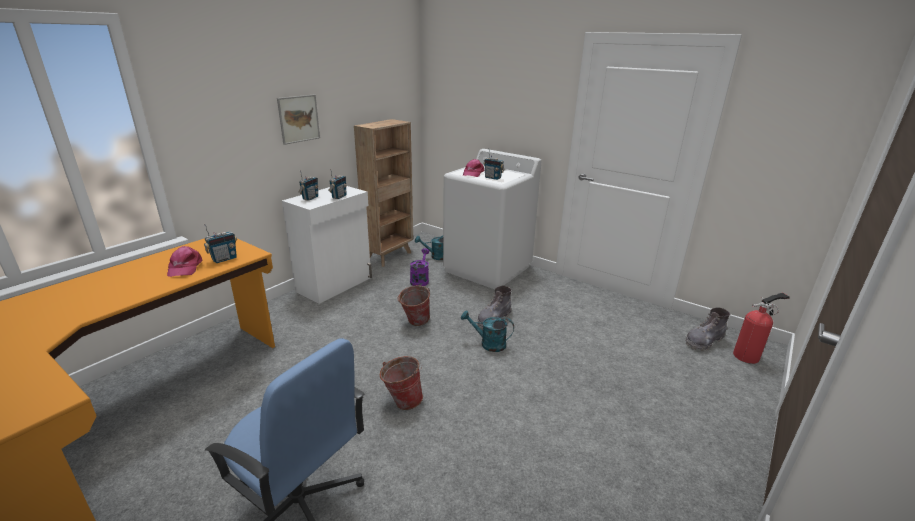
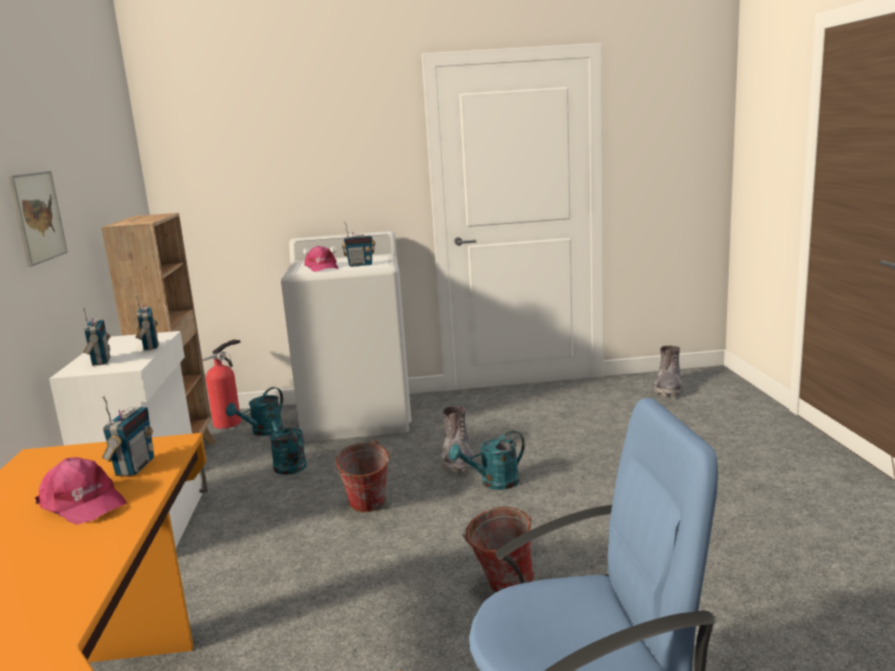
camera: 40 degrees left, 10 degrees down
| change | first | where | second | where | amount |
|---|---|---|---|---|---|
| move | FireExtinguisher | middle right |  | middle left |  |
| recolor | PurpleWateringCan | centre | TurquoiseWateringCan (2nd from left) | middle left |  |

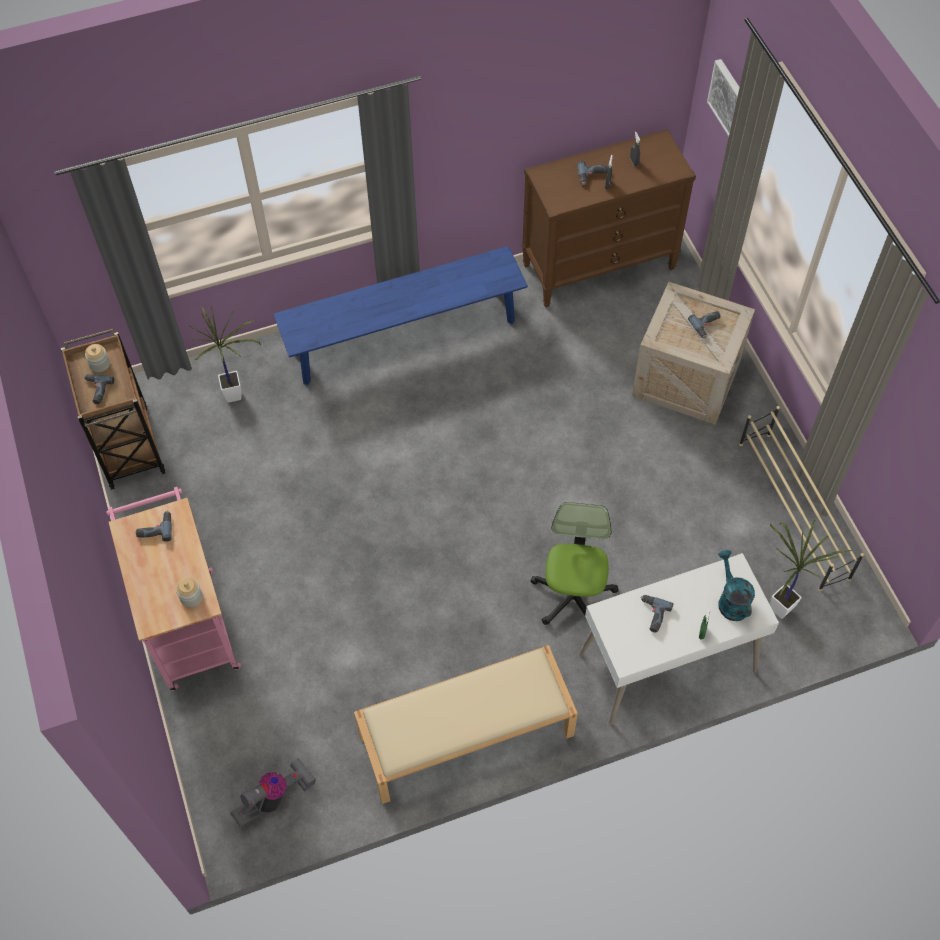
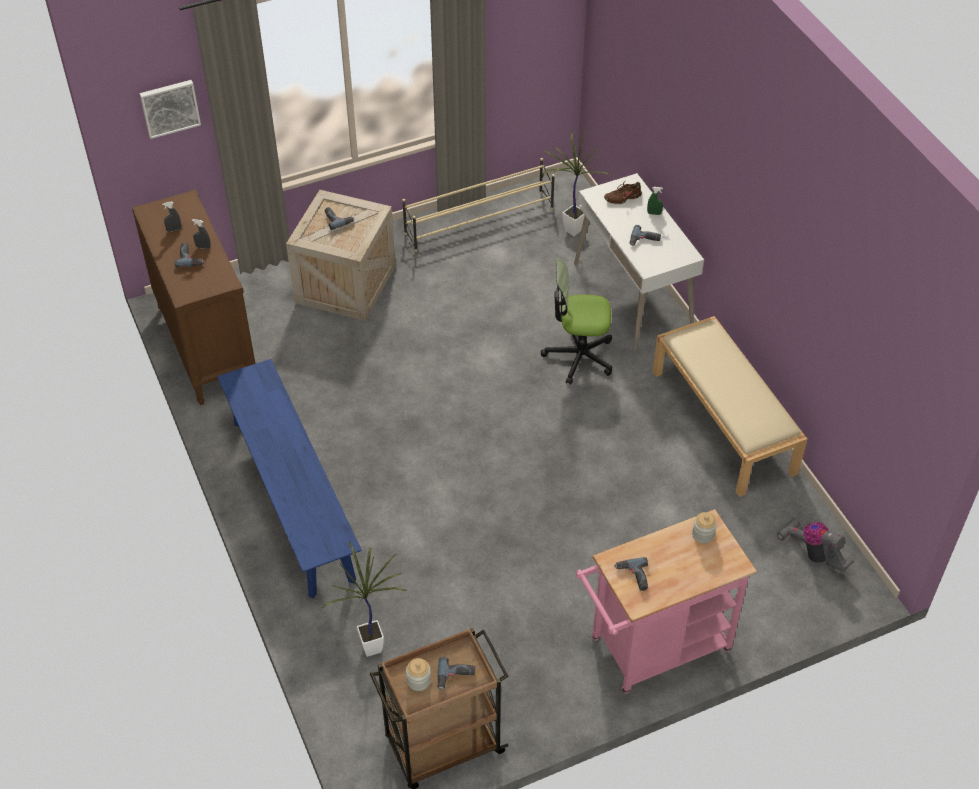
camera: 95 degrees left, 10 degrees down
| change | first | where | second | where | amount |
|---|---|---|---|---|---|
| replace | TurquoiseWateringCan | middle right | BrownShoe | top centre |  |

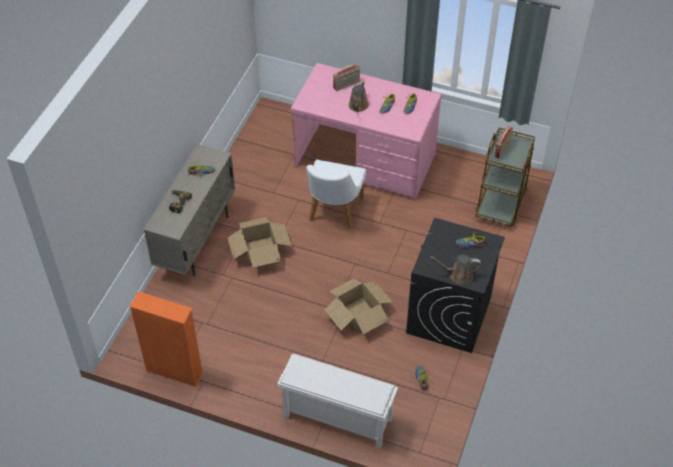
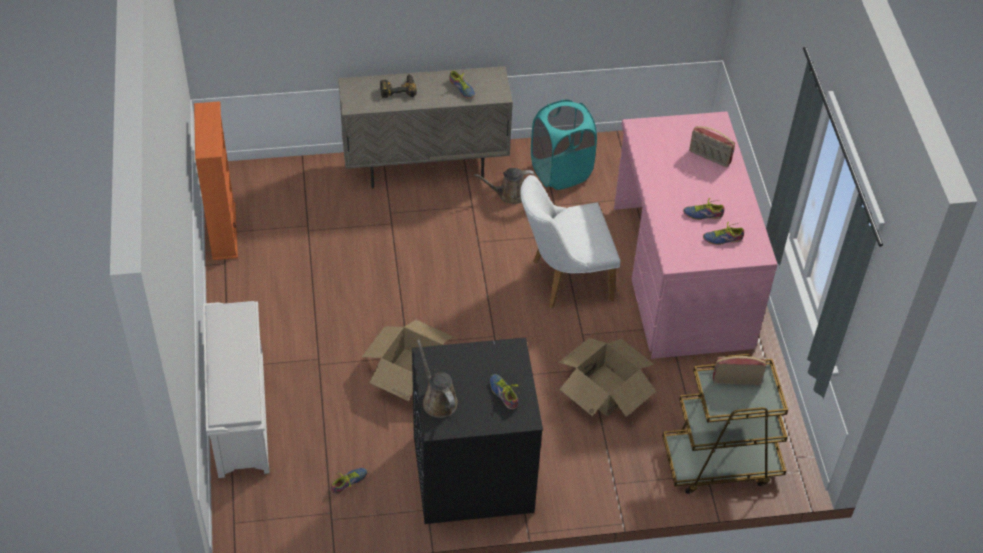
camera: 60 degrees right, 0 degrees up
| change | first | where | second | where | amount |
|---|---|---|---|---|---|
| insert |  |  | TurquoiseLaundryBasket | top centre |  |
| move | CardboardBox (1st from left in the first image) | centre | CardboardBox (2nd from left) | bottom centre |  |
| move | BrownWateringCan (1st from left in the first image) | top centre | BrownWateringCan (2nd from left) | centre |  |

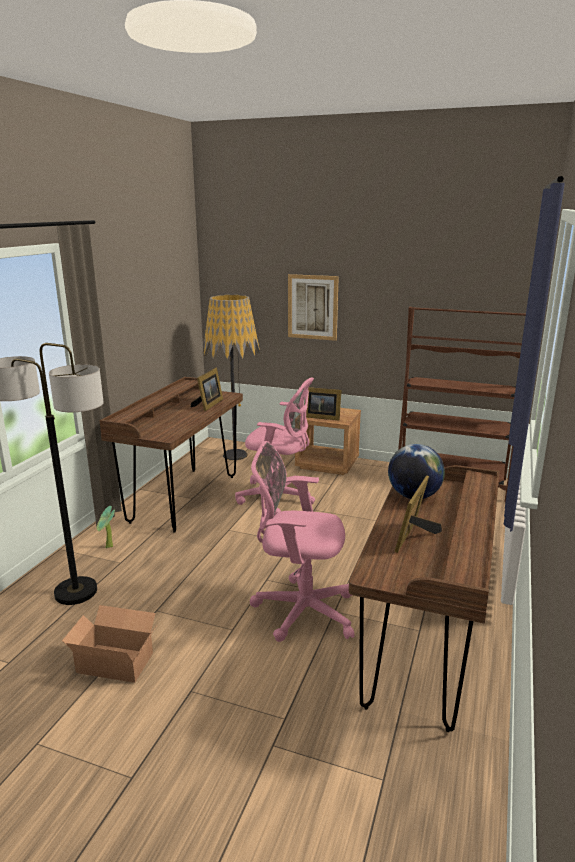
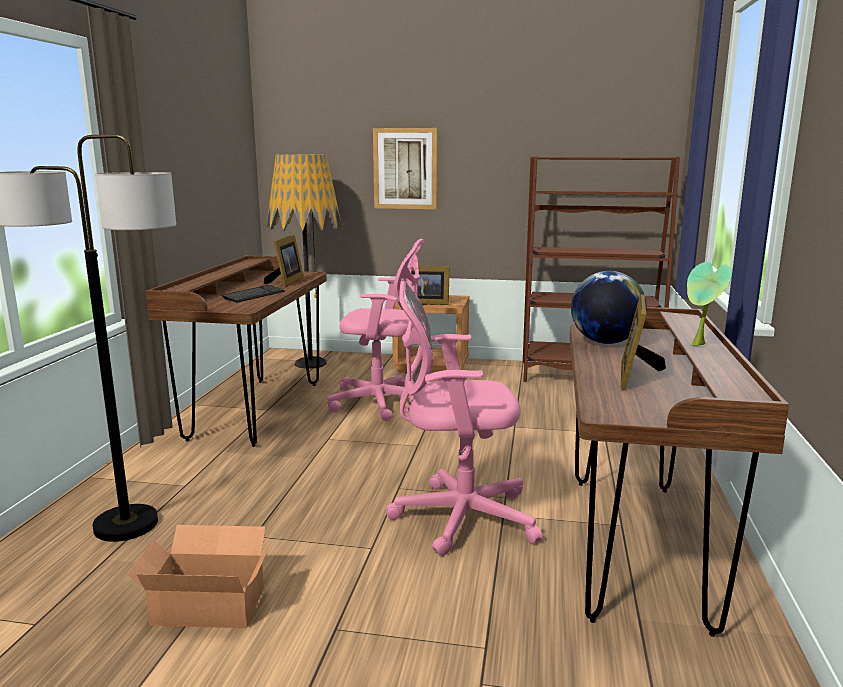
camera: 10 degrees left, 5 degrees down
| change | first | where | second | where | amount |
|---|---|---|---|---|---|
| insert |  |  | Keyboard | middle left |  |
| move | PottedPlant | middle left |  | middle right |  |

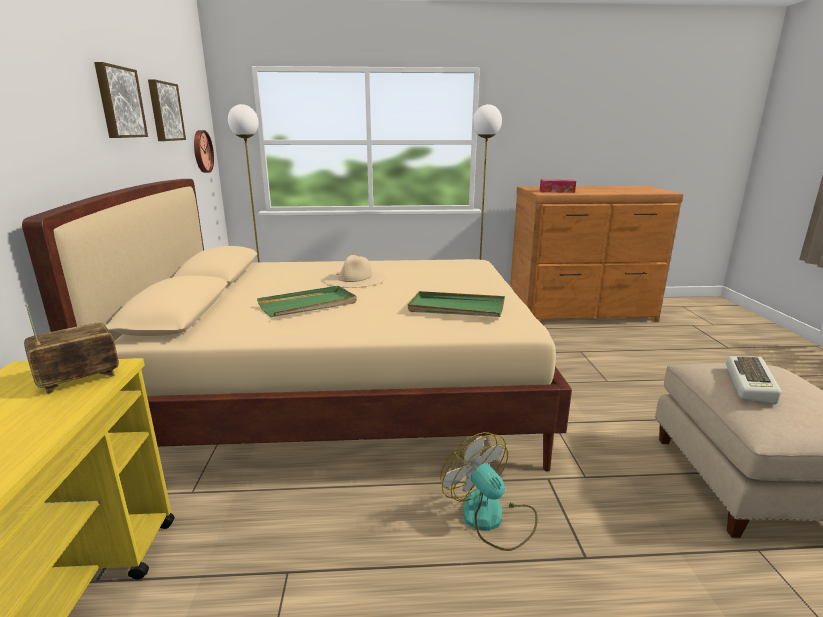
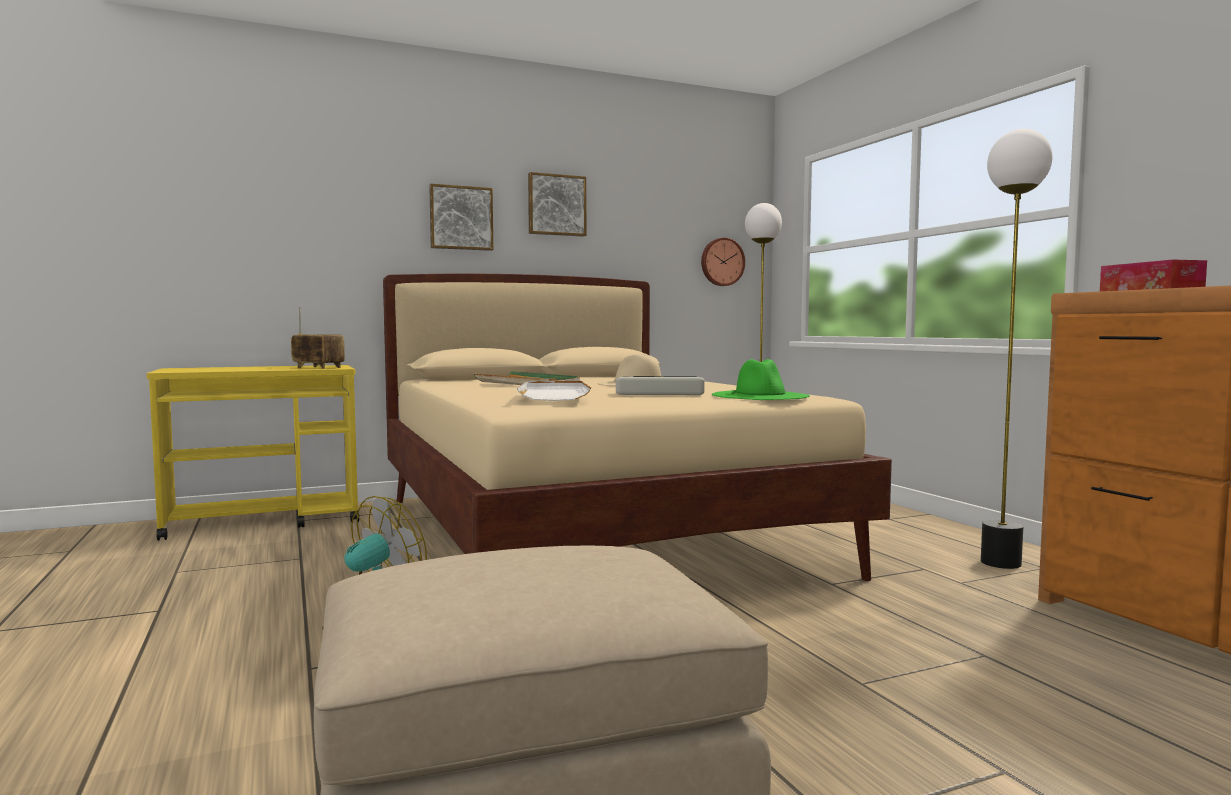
camera: 70 degrees right, 15 degrees down
| change | first | where | second | where | amount |
|---|---|---|---|---|---|
| insert |  |  | GreenHat | centre |  |
| move | Picture (2nd from left in the first image) | top left | Picture (1st from left) | top centre |  |
| move | Keyboard | middle right |  | centre |  |
| recolor | GreenTray (2nd from left) | centre | WhiteTray | centre |  |

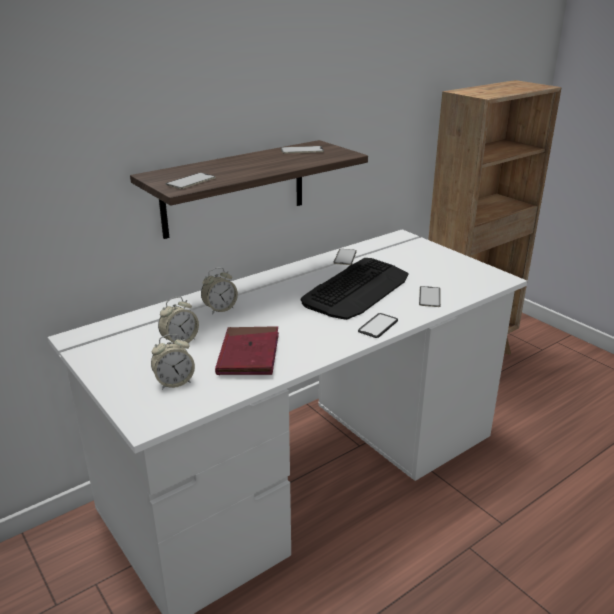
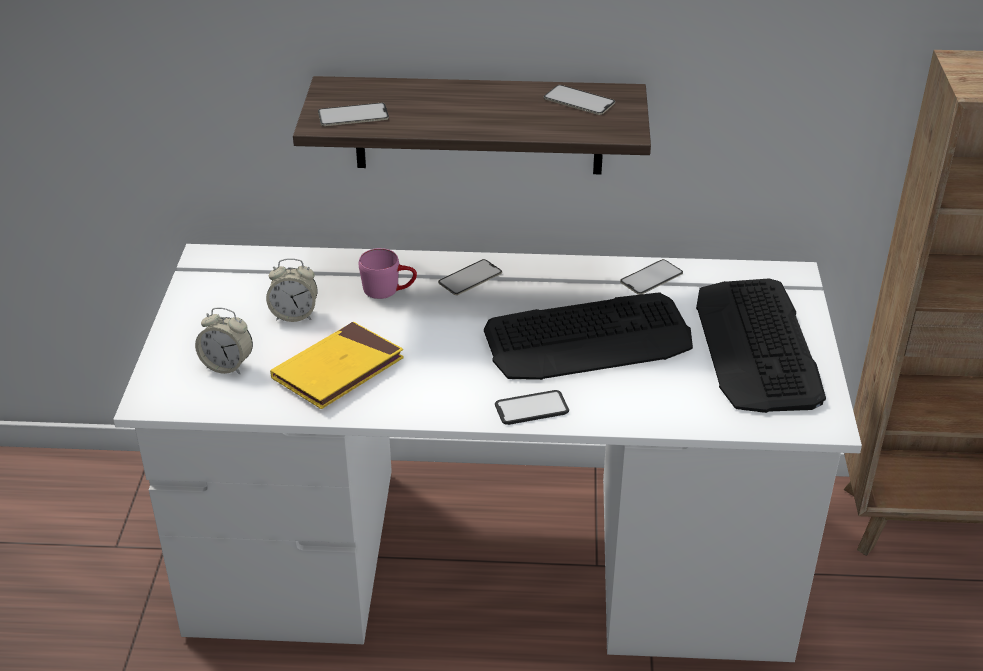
camera: 40 degrees right, 10 degrees up
| change | first | where | second | where | amount |
|---|---|---|---|---|---|
| insert |  |  | Keyboard (2nd from left) | middle right |  |
| move | Phone (5th from left in the first image) | middle right | Phone (2nd from left) | centre |  |
| replace | AlarmClock (3rd from left) | centre | PinkMug | centre |  |
| recolor | RedBook | centre | YellowBook | centre |  |

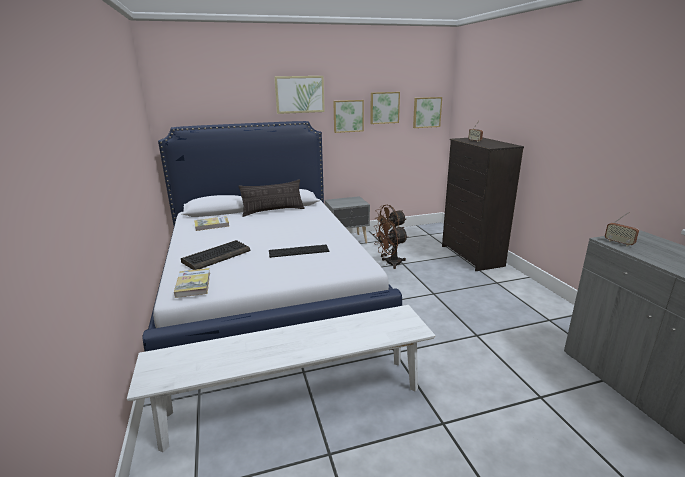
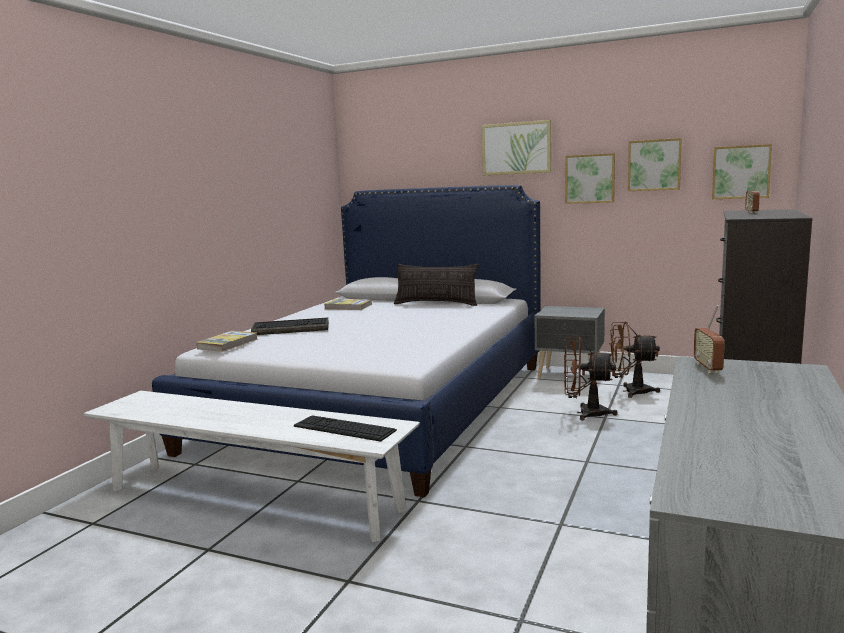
camera: 40 degrees right, 10 degrees down
| change | first | where | second | where | amount |
|---|---|---|---|---|---|
| move | Keyboard (2nd from left) | centre |  | bottom centre |  |

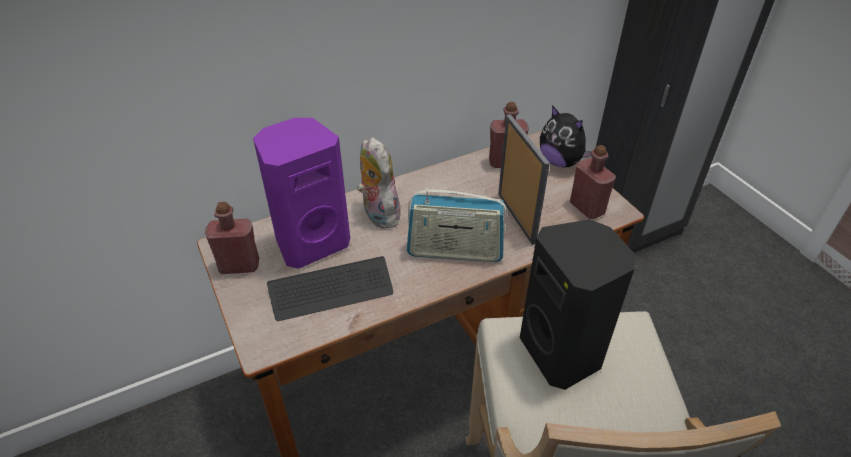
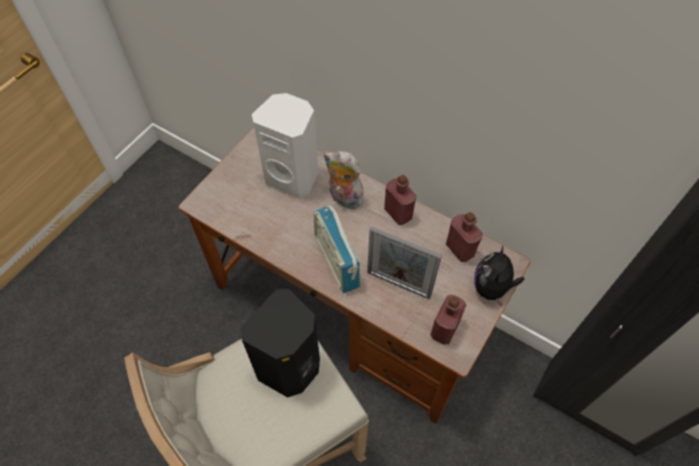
camera: 60 degrees right, 15 degrees up
| change | first | where | second | where | amount |
|---|---|---|---|---|---|
| delete | Keyboard | centre |  |  |  |
| move | RedBottle (1st from left) | middle left |  | centre |  |
| recolor | PurpleSpeaker | centre | WhiteSpeaker | top centre |  |
| rotate | PlushToy (1st from left) | centre |  | centre | 90 degrees counterclockwise |
| rotate | PictureFrame | centre |  | centre | 75 degrees clockwise |

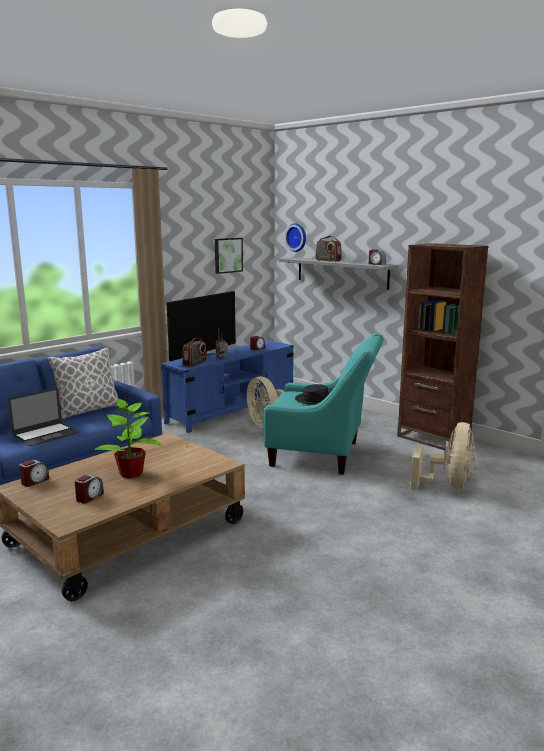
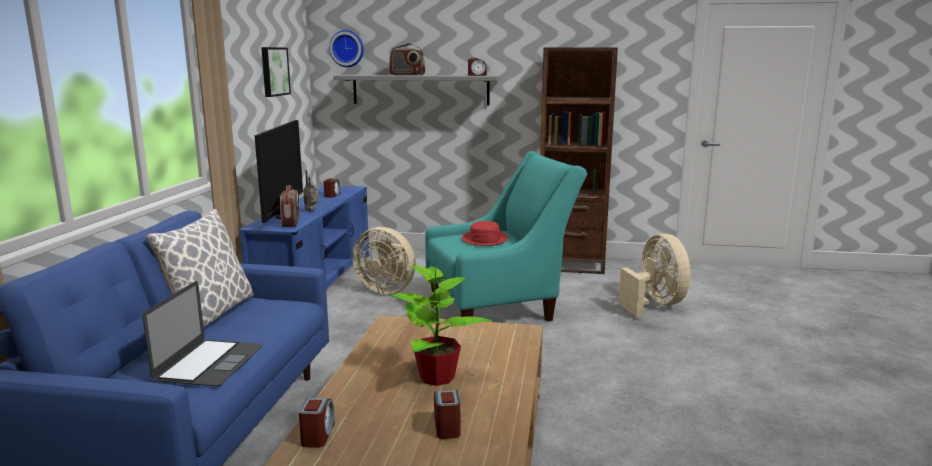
camera: 35 degrees left, 0 degrees up
| change | first | where | second | where | amount |
|---|---|---|---|---|---|
| recolor | BlackHat | centre | RedHat | centre |  |

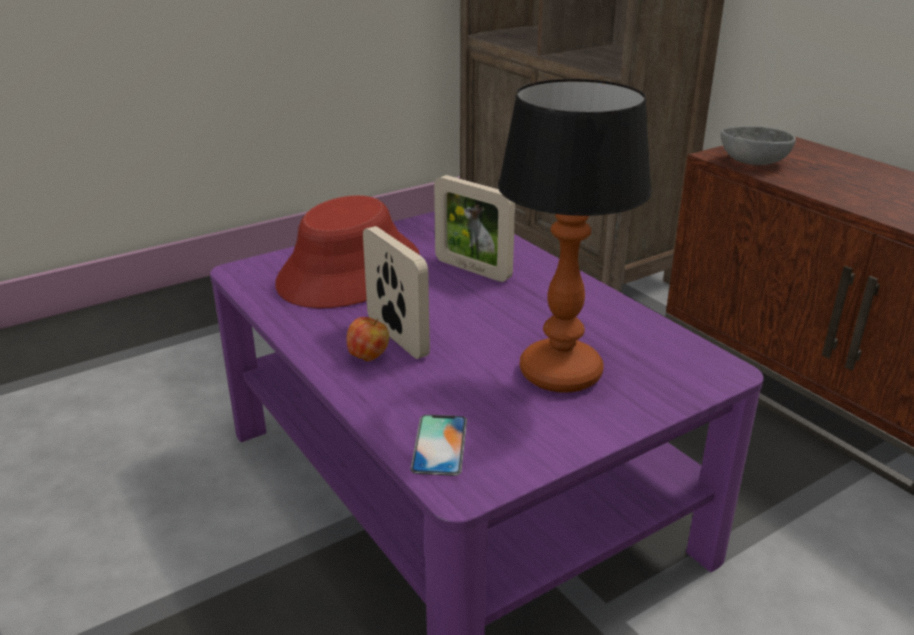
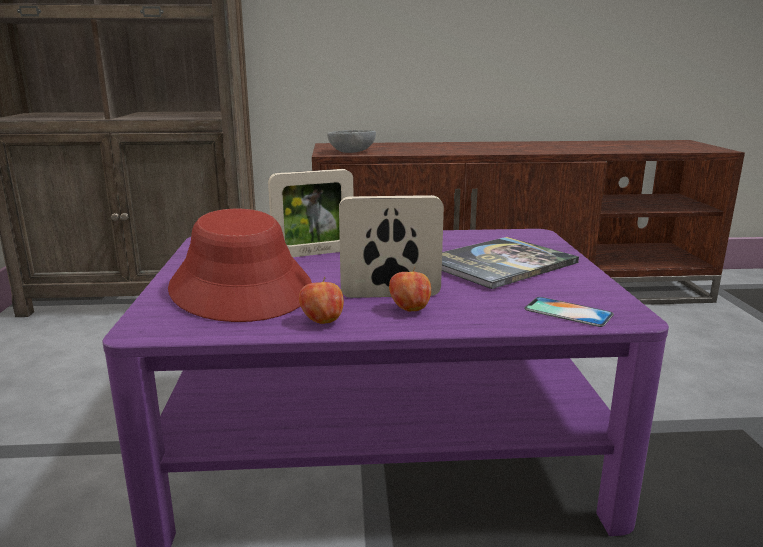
camera: 60 degrees left, 10 degrees down
| change | first | where | second | where | amount |
|---|---|---|---|---|---|
| insert |  |  | Apple (1st from left) | centre |  |
| replace | TableLamp | centre | Book | middle right |  |

